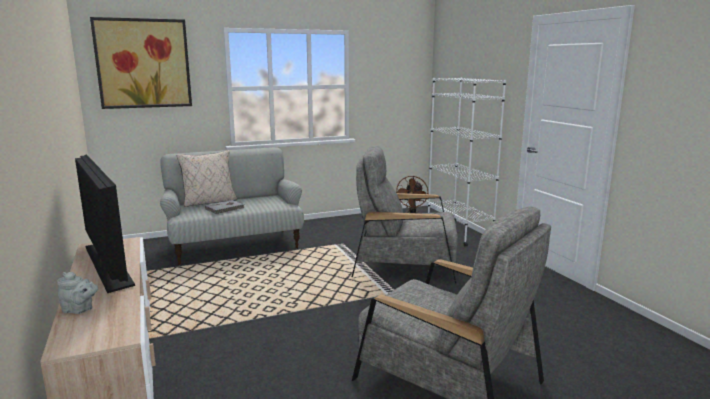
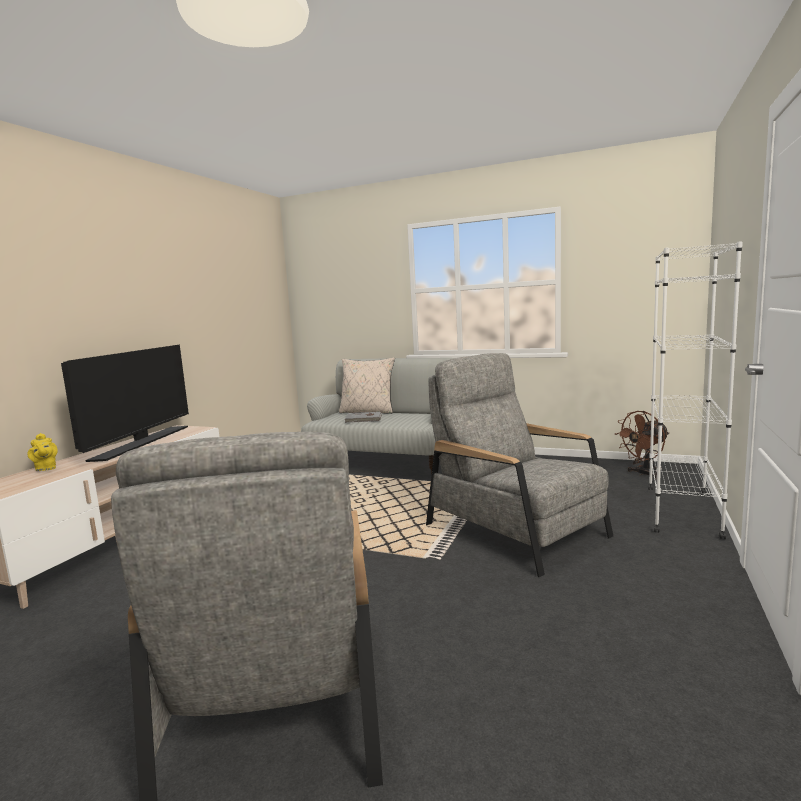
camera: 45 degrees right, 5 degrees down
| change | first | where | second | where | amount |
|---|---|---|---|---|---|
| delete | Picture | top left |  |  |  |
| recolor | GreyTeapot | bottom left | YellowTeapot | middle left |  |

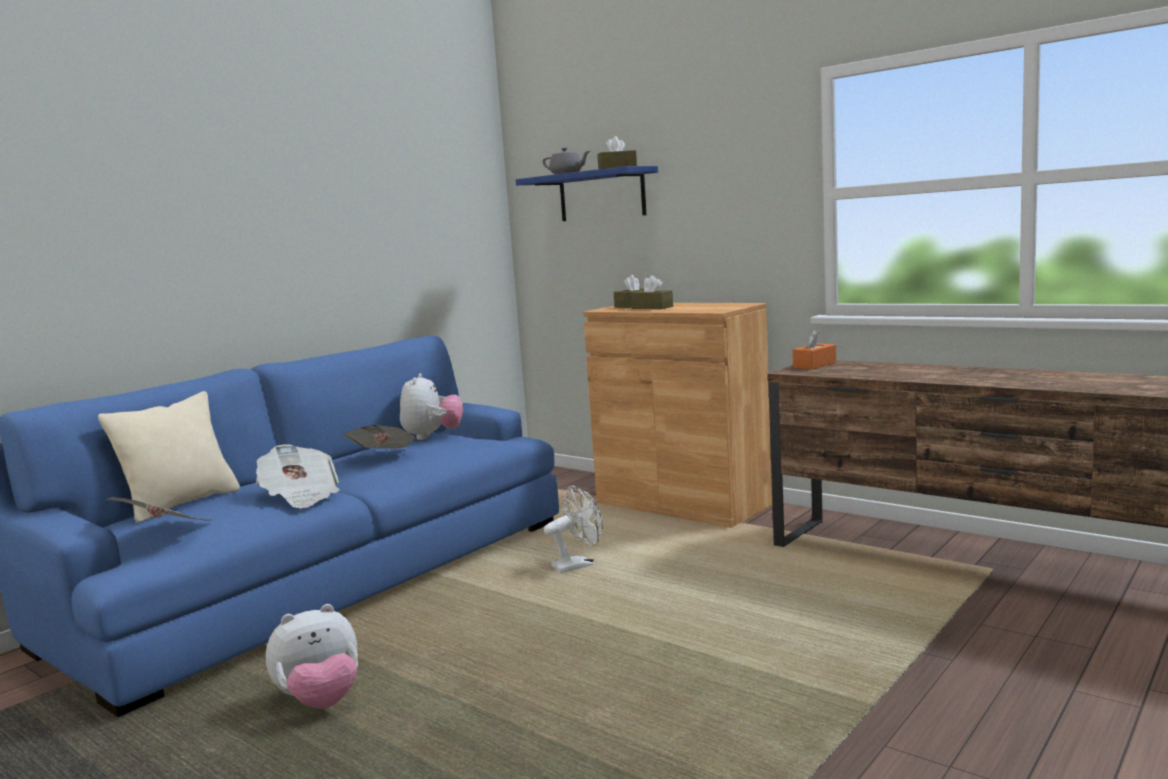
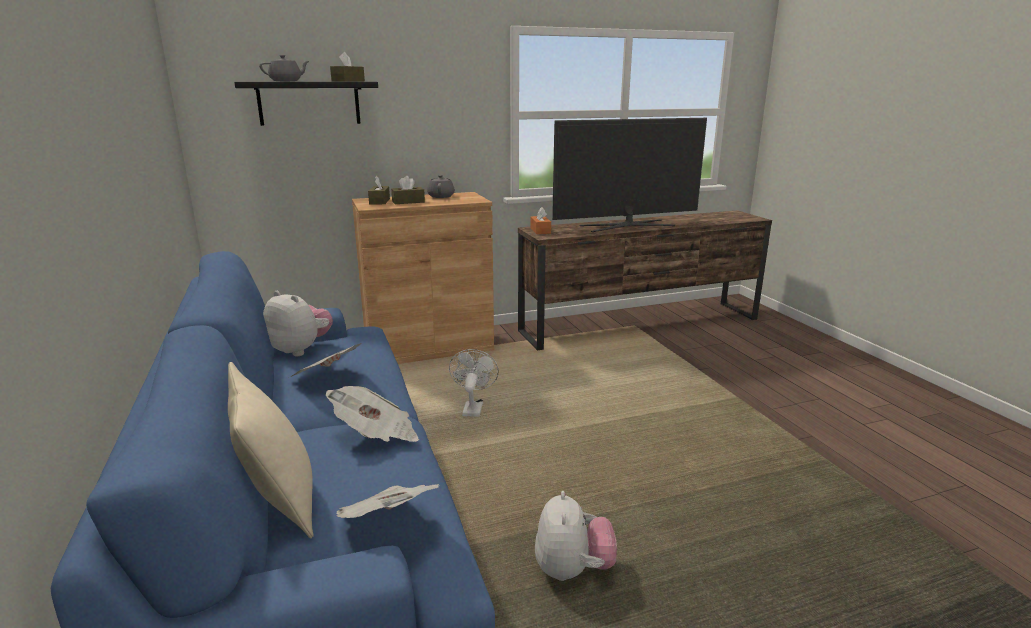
camera: 60 degrees left, 10 degrees up
| change | first | where | second | where | amount |
|---|---|---|---|---|---|
| insert |  |  | GreyTeapot (2nd from left) | top centre |  |
| insert |  |  | Television | top centre |  |
| recolor | BlueShelf | top centre | BlackShelf | top left |  |

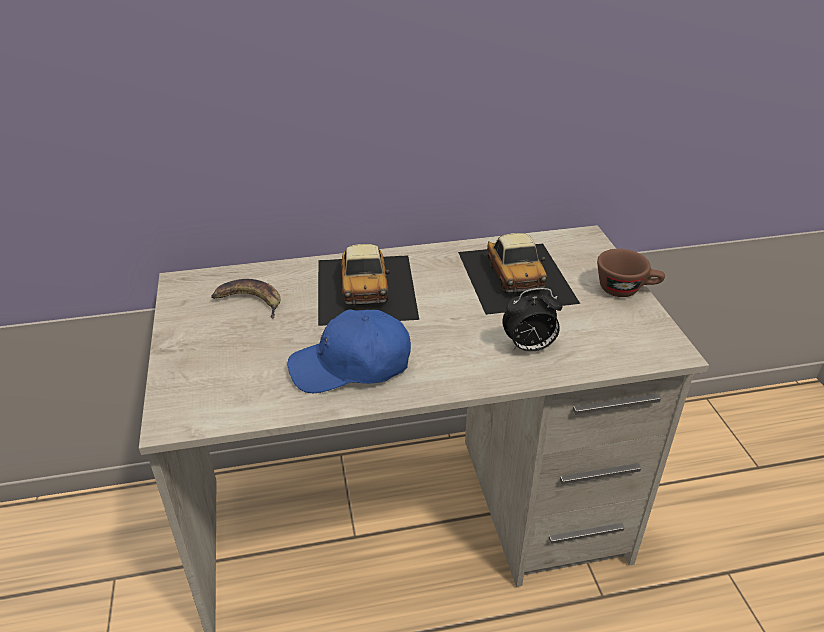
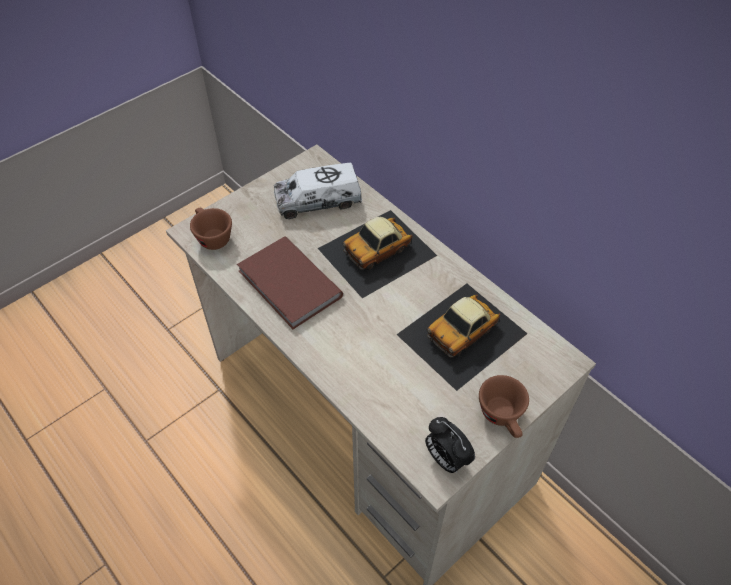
camera: 60 degrees right, 15 degrees up
| change | first | where | second | where | amount |
|---|---|---|---|---|---|
| insert |  |  | BrownCup (1st from left) | middle left |  |
| move | AlarmClock | centre |  | bottom centre |  |
| replace | Banana | middle left | ToyTruck | top centre |  |
| replace | BlueCap | centre | BrownBook | centre |  |

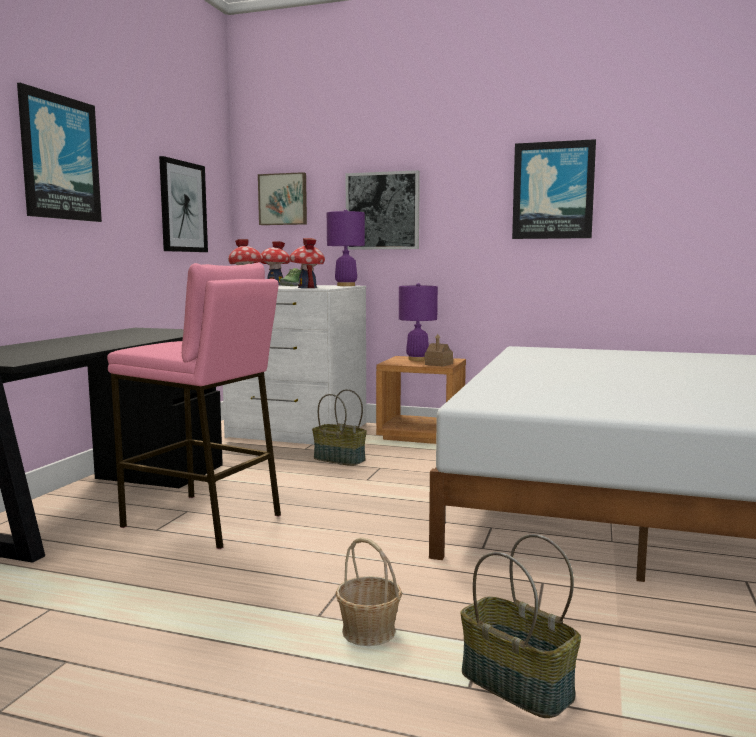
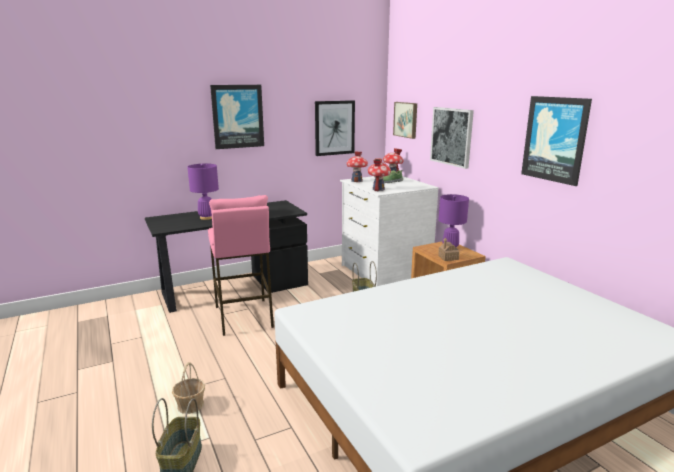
camera: 45 degrees right, 10 degrees up
| change | first | where | second | where | amount |
|---|---|---|---|---|---|
| move | PurpleTableLamp (1st from left) | centre |  | middle left |  |

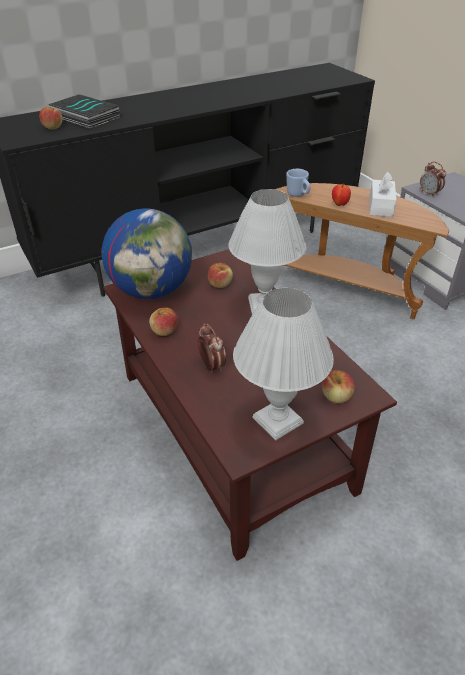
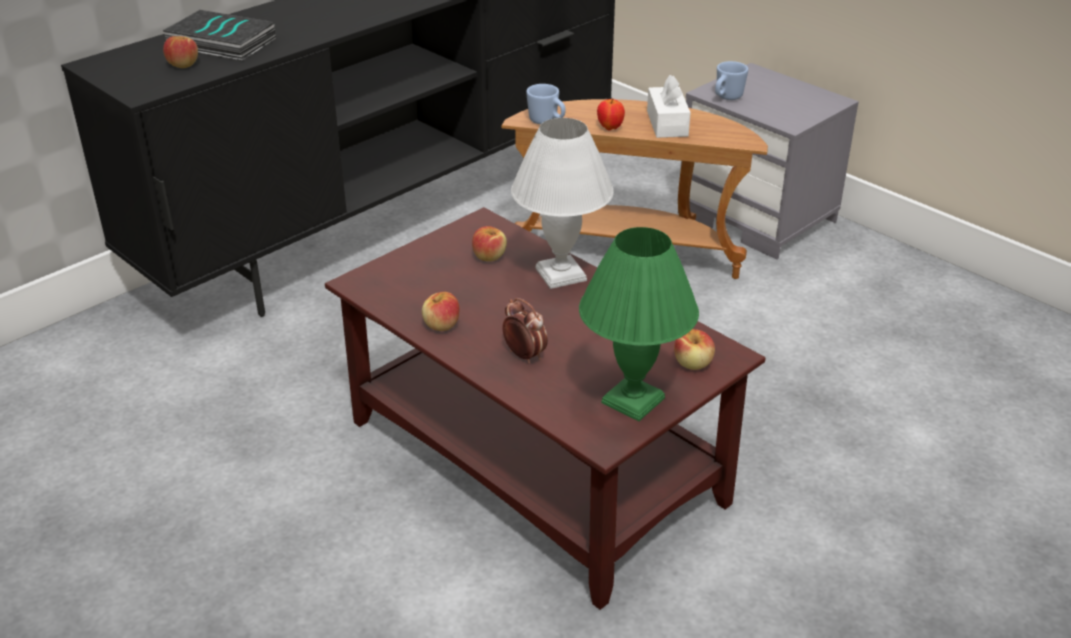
camera: 15 degrees left, 5 degrees down
| change | first | where | second | where | amount |
|---|---|---|---|---|---|
| delete | Globe | middle left |  |  |  |
| replace | AlarmClock (2nd from left) | top right | BlueMug (2nd from left) | top right |  |
| recolor | WhiteTableLamp (2nd from left) | centre | GreenTableLamp | centre |  |

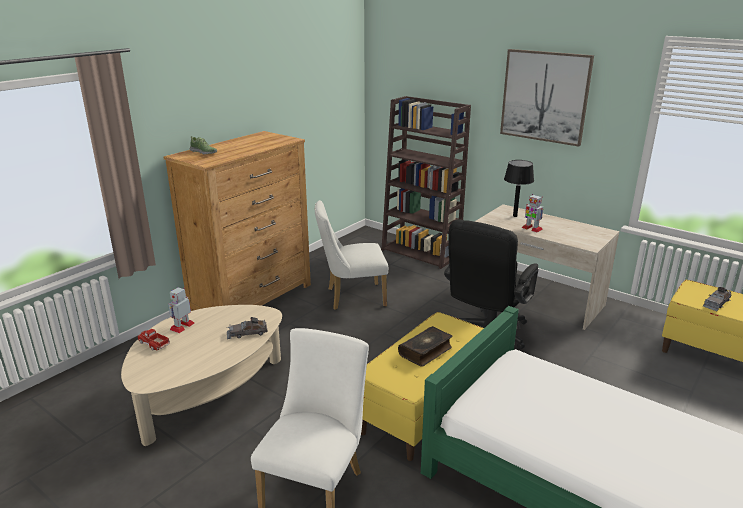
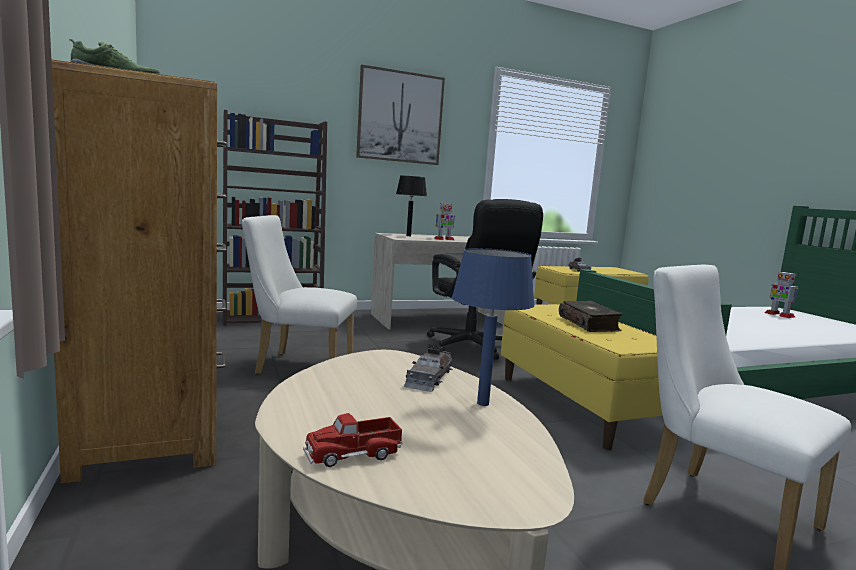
camera: 60 degrees left, 15 degrees down
| change | first | where | second | where | amount |
|---|---|---|---|---|---|
| insert |  |  | BlueTableLamp | centre |  |
| move | ToyRobot (1st from left in the first image) | middle left | ToyRobot (2nd from left) | middle right |  |
| rotate | WhiteChair (2nd from left in the first image) | centre | WhiteChair (1st from left) | centre | 75 degrees clockwise |

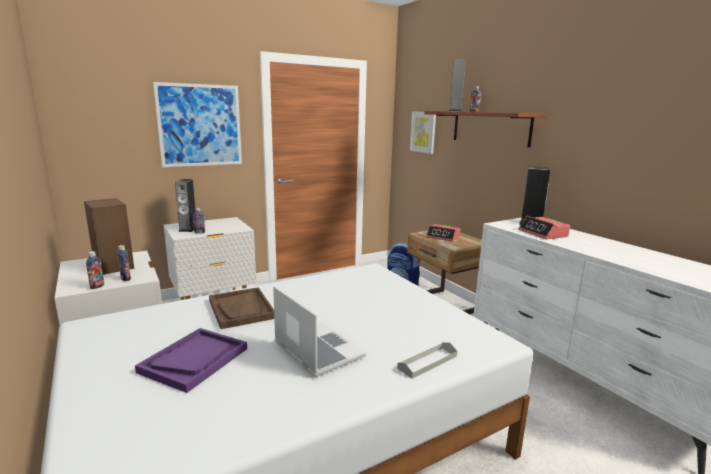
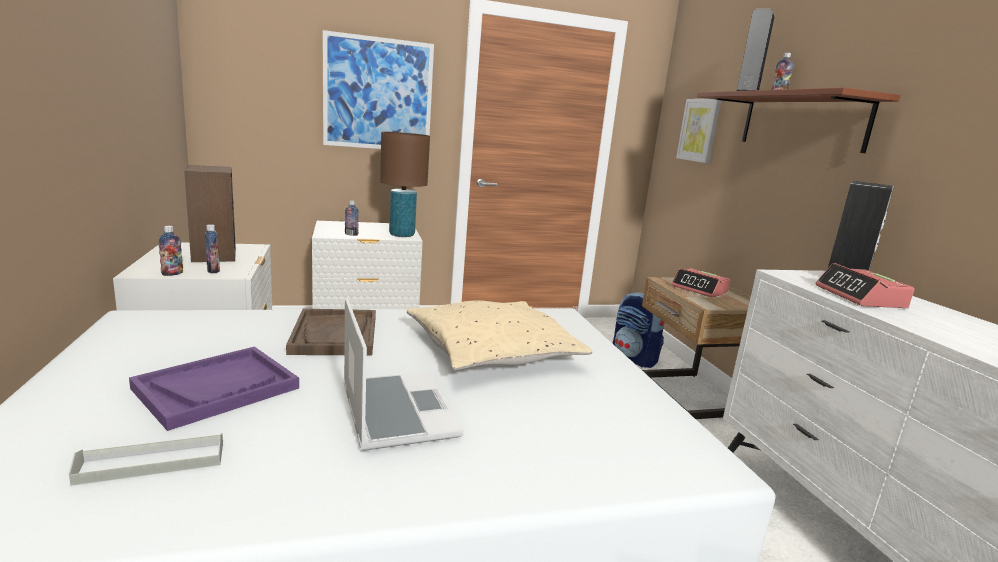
camera: 15 degrees right, 0 degrees up
| change | first | where | second | where | amount |
|---|---|---|---|---|---|
| delete | Speaker (2nd from left) | middle left |  |  |  |
| insert |  |  | BrownTableLamp | top centre |  |
| insert |  |  | BeigePillow | centre |  |
| move | GreyTray | bottom centre |  | bottom left |  |

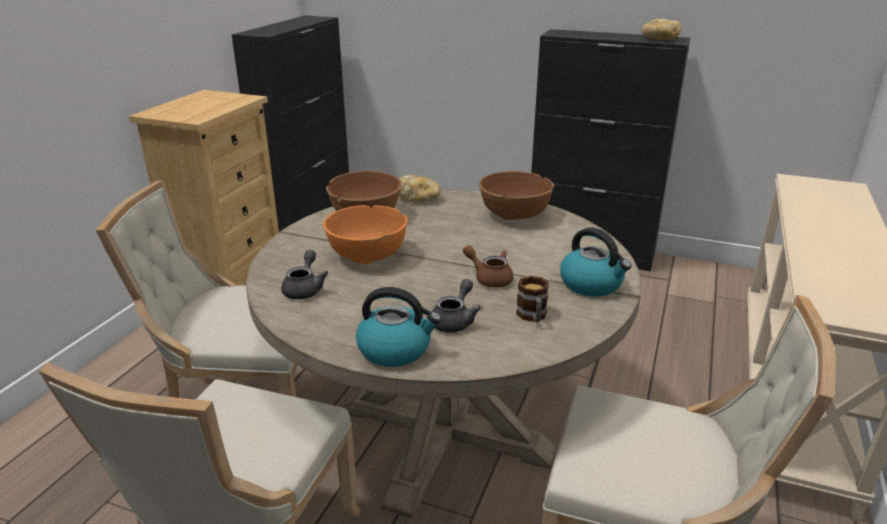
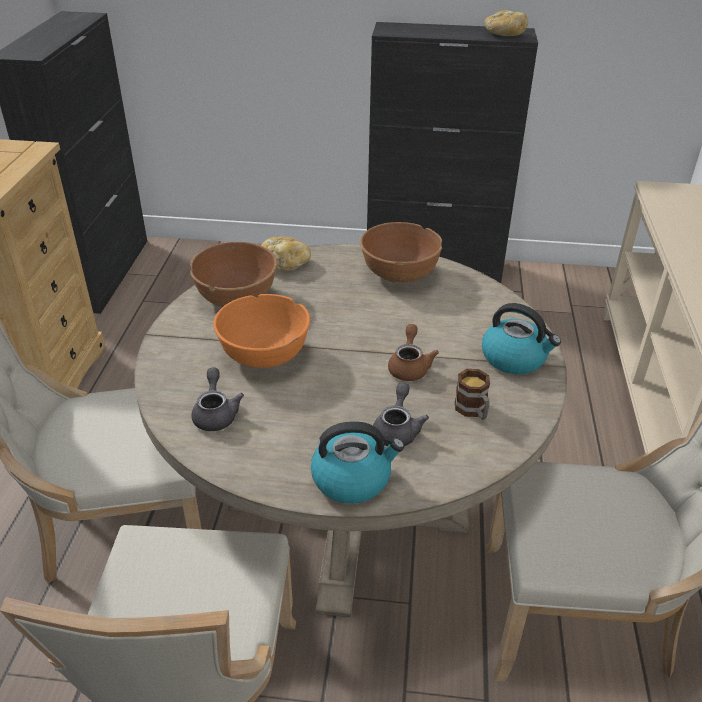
camera: 15 degrees left, 10 degrees up
| change | first | where | second | where | amount |
|---|---|---|---|---|---|
| rotate | BrownTeapot | centre |  | centre | 75 degrees clockwise |

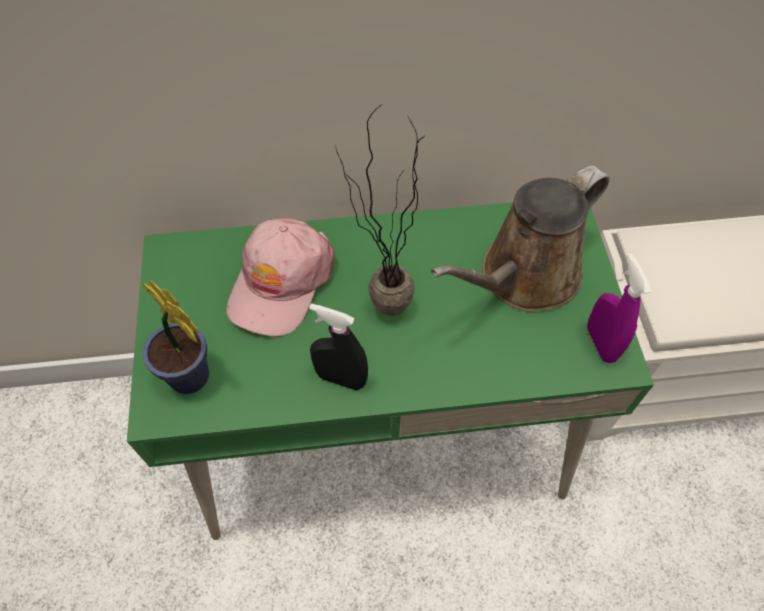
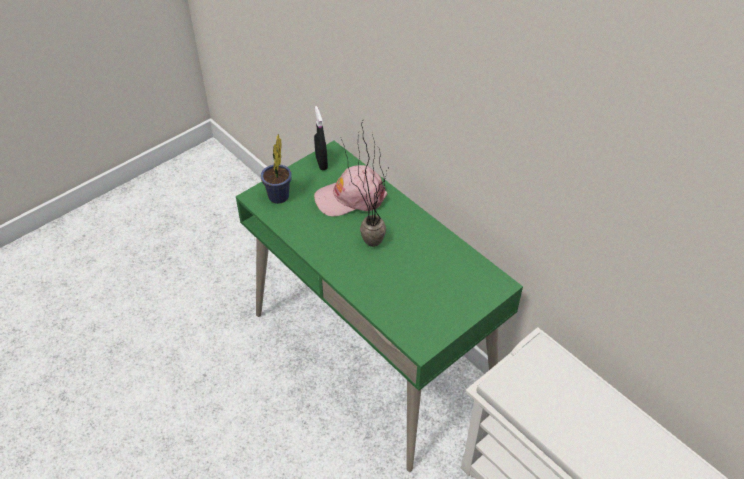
camera: 55 degrees right, 10 degrees down
| change | first | where | second | where | amount |
|---|---|---|---|---|---|
| delete | BrownWateringCan | middle right |  |  |  |
| delete | PurpleSprayBottle | middle right |  |  |  |
| move | BlackSprayBottle | centre |  | top centre |  |

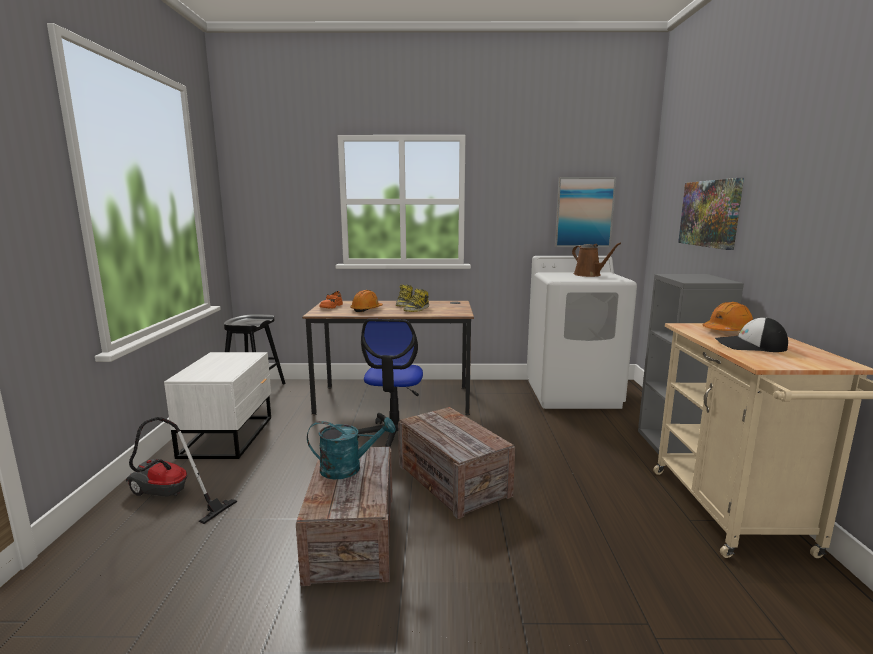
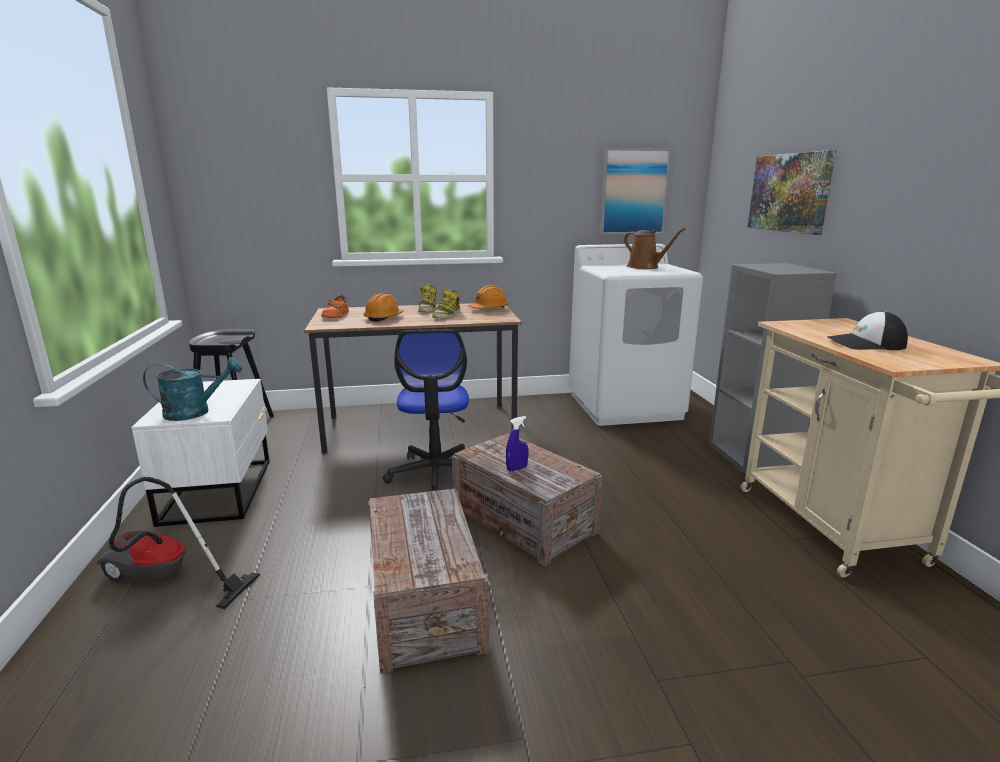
camera: 10 degrees left, 5 degrees up
| change | first | where | second | where | amount |
|---|---|---|---|---|---|
| insert |  |  | BlueSprayBottle | centre |  |
| move | TurquoiseWateringCan | bottom centre |  | middle left |  |
| move | OrangeHardHat (2nd from left) | middle right |  | centre |  |

